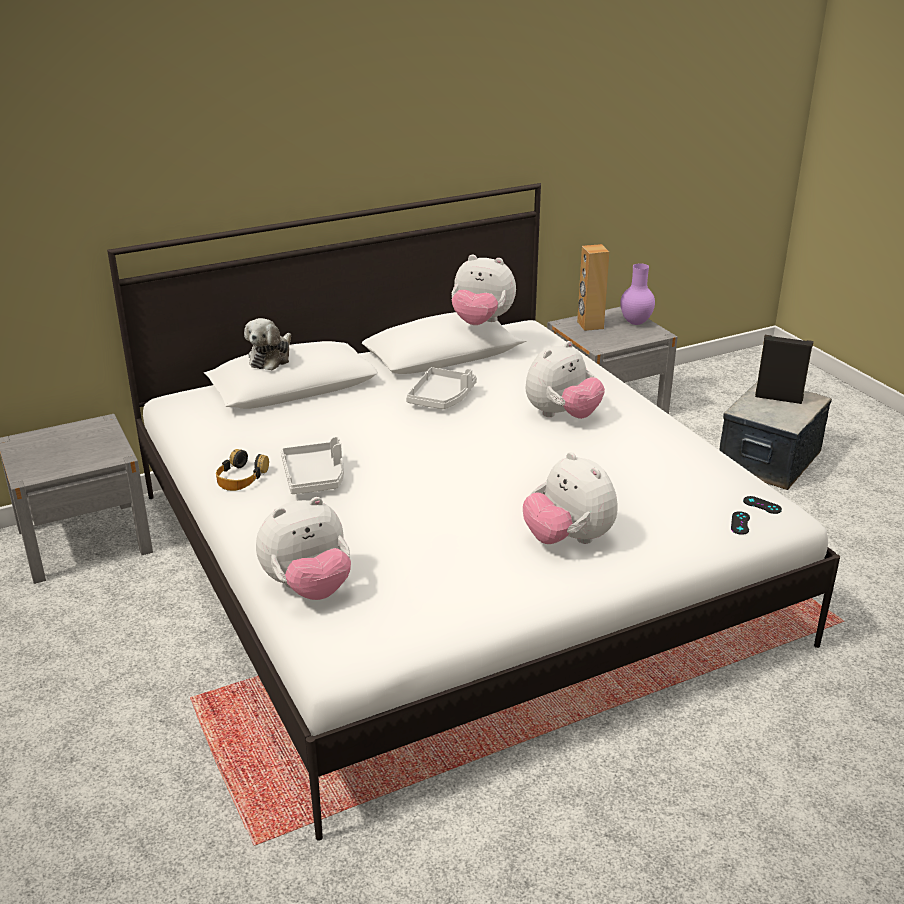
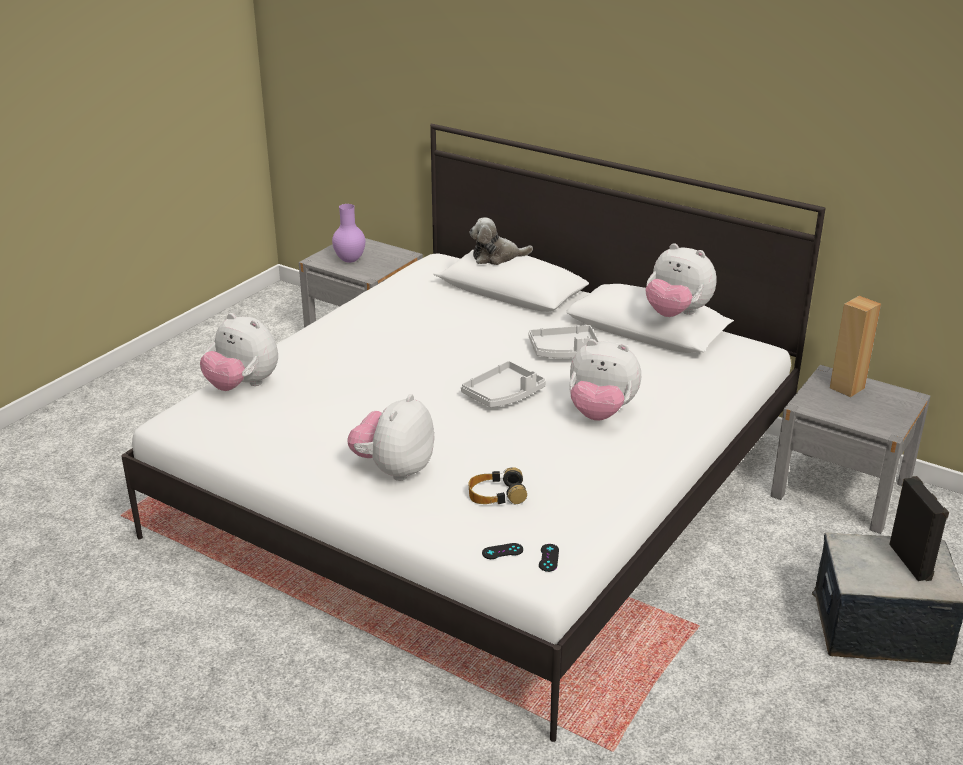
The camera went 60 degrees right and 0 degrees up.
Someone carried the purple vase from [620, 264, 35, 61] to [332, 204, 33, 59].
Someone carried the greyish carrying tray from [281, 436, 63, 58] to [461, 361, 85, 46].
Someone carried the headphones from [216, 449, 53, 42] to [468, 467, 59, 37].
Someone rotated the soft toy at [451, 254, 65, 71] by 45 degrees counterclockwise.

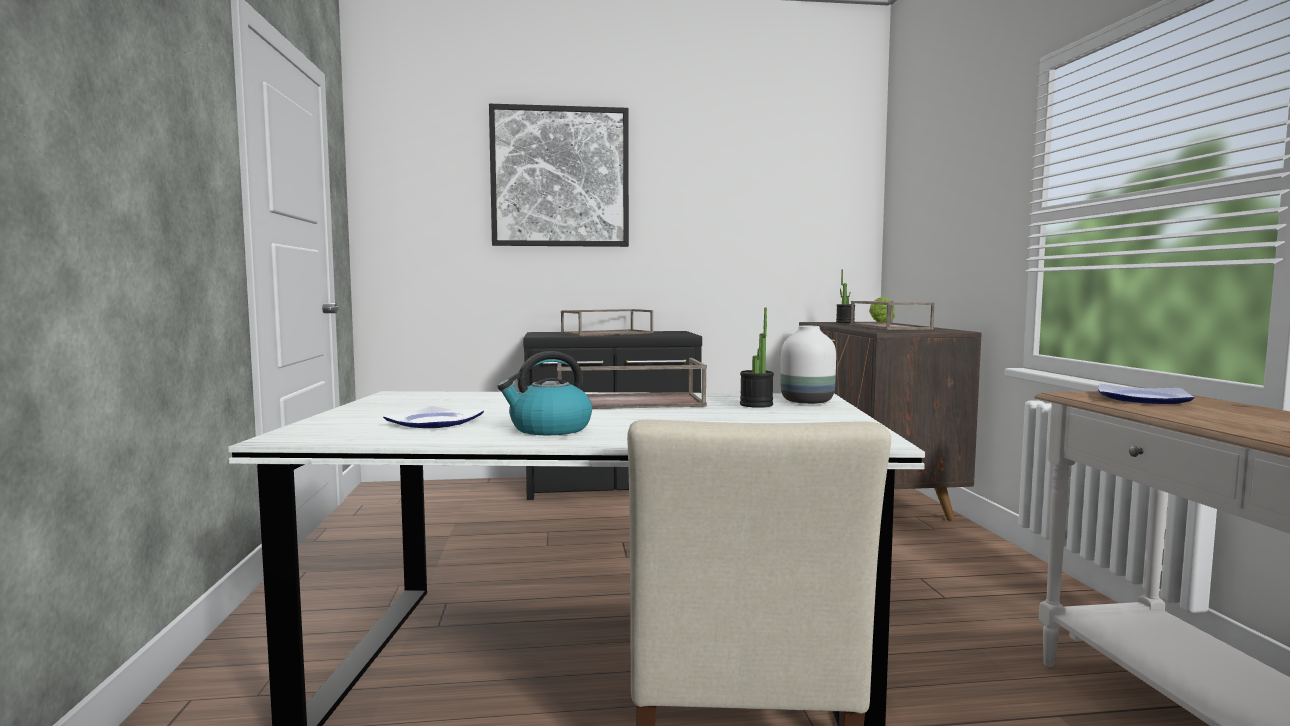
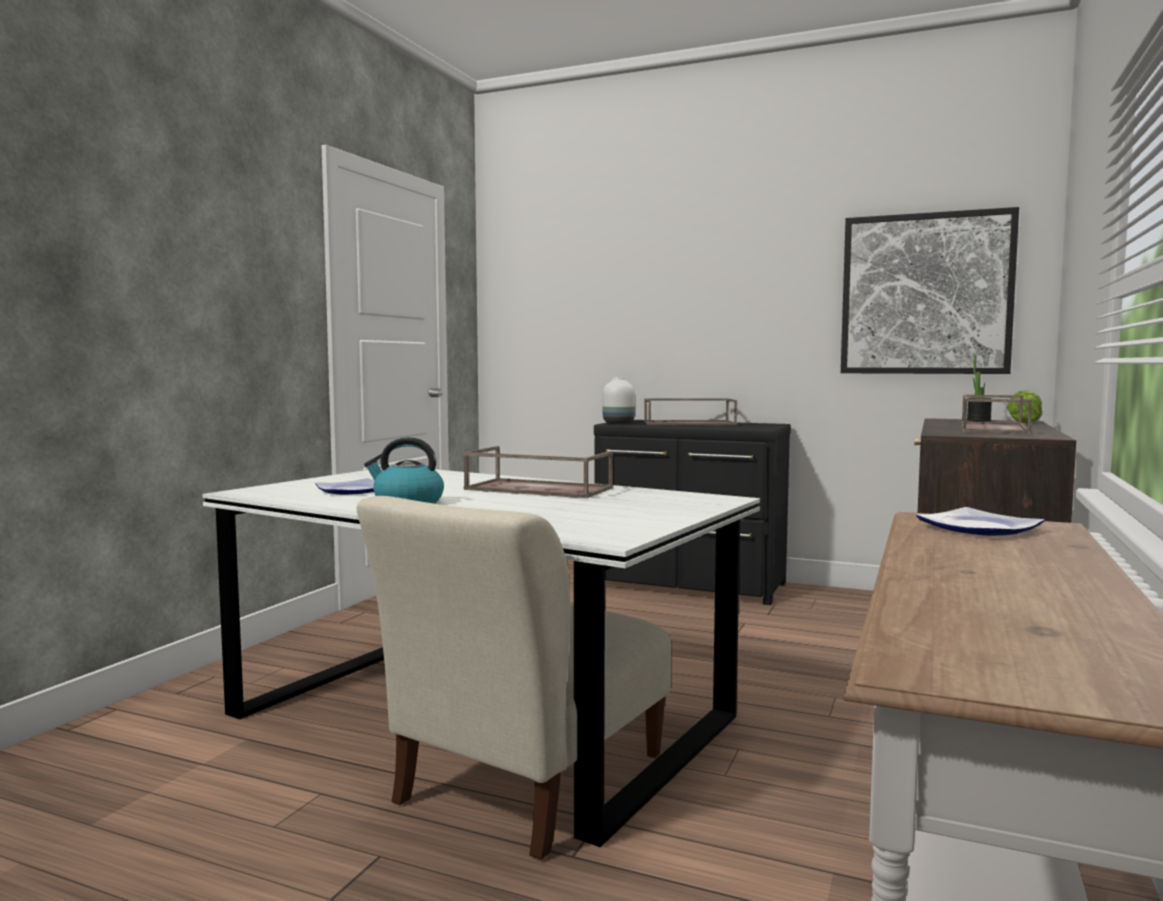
The camera went 30 degrees right and 0 degrees up.
Someone carried the white-coloured vase from [781, 326, 55, 78] to [603, 377, 32, 47].
Someone carried the wall picture from [489, 104, 140, 143] to [841, 207, 178, 167].
Someone took away the plant in a pot at [740, 308, 34, 100].

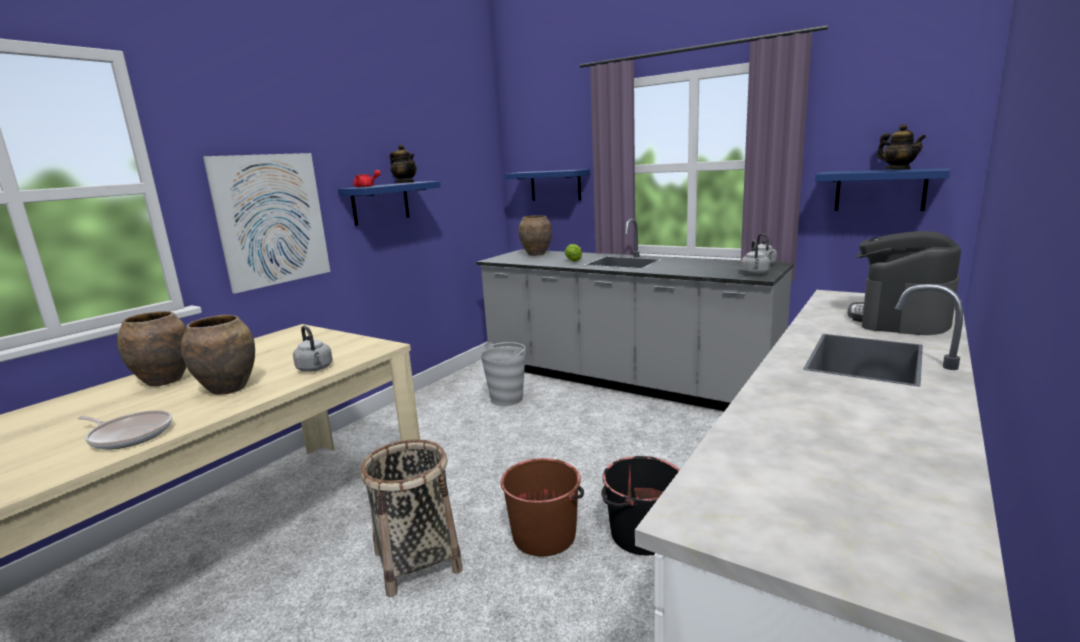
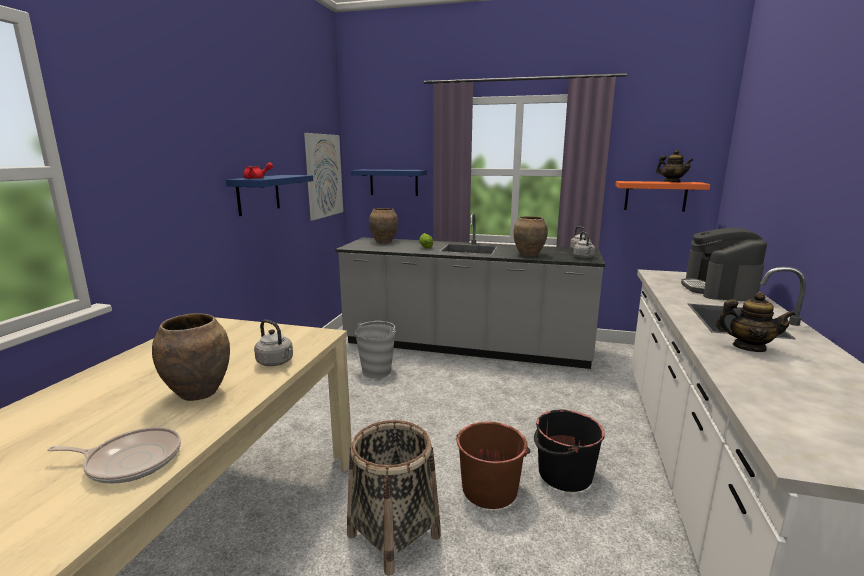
The camera went 20 degrees left and 0 degrees up.
Someone carried the wall picture from [203, 153, 128, 141] to [304, 133, 39, 88].
Someone carried the brownish vase from [117, 311, 69, 75] to [513, 216, 35, 41].
Someone repainted the blue bracket shelf at [815, 168, 135, 43], which became the orange bracket shelf at [615, 181, 95, 31].
Someone carried the tea pot from [390, 144, 27, 39] to [716, 292, 80, 60].

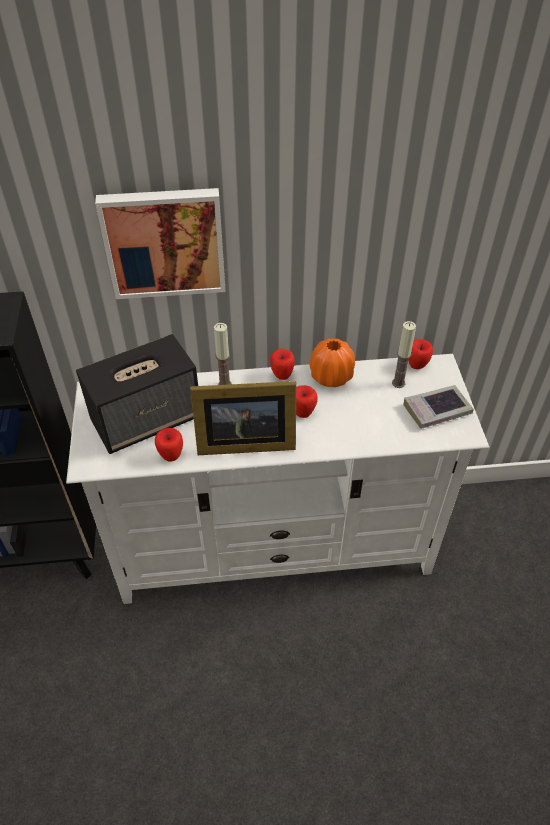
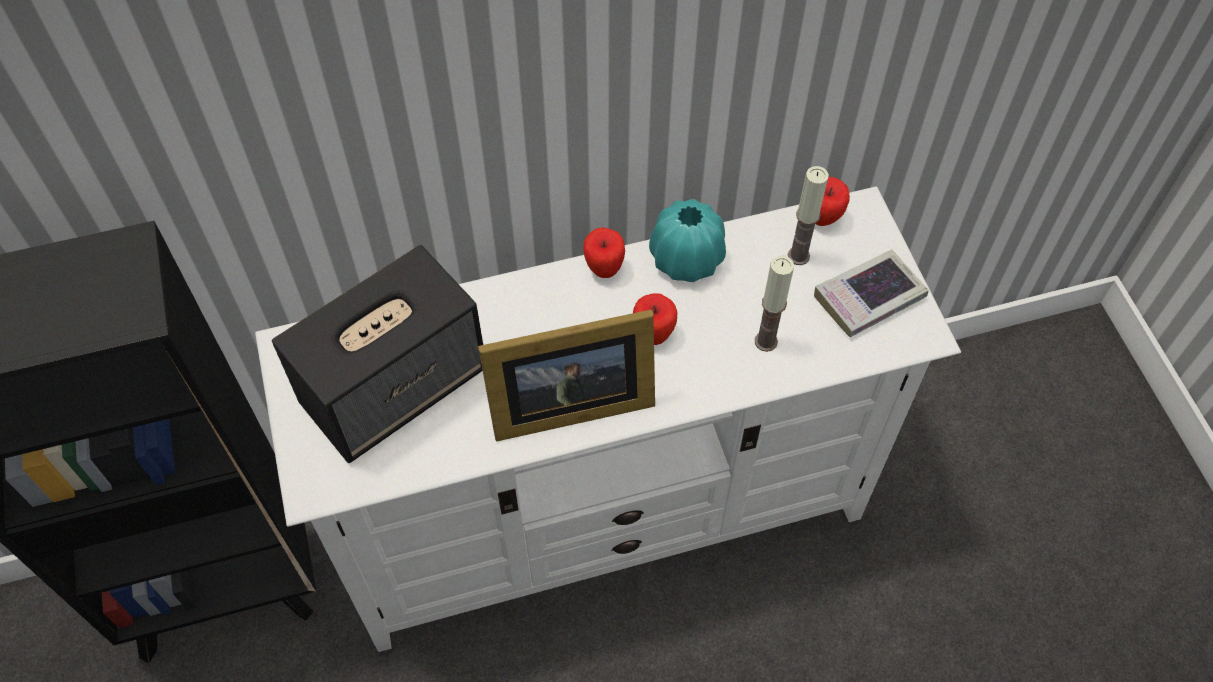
The camera went 10 degrees left and 10 degrees up.
Someone repainted the orange vase at [310, 338, 45, 49], which became the turquoise vase at [649, 199, 77, 83].
Someone carried the wax light from [214, 323, 18, 62] to [755, 256, 39, 96].
Someone took away the wall picture at [95, 188, 131, 111].
Someone took away the apple at [155, 428, 28, 34].

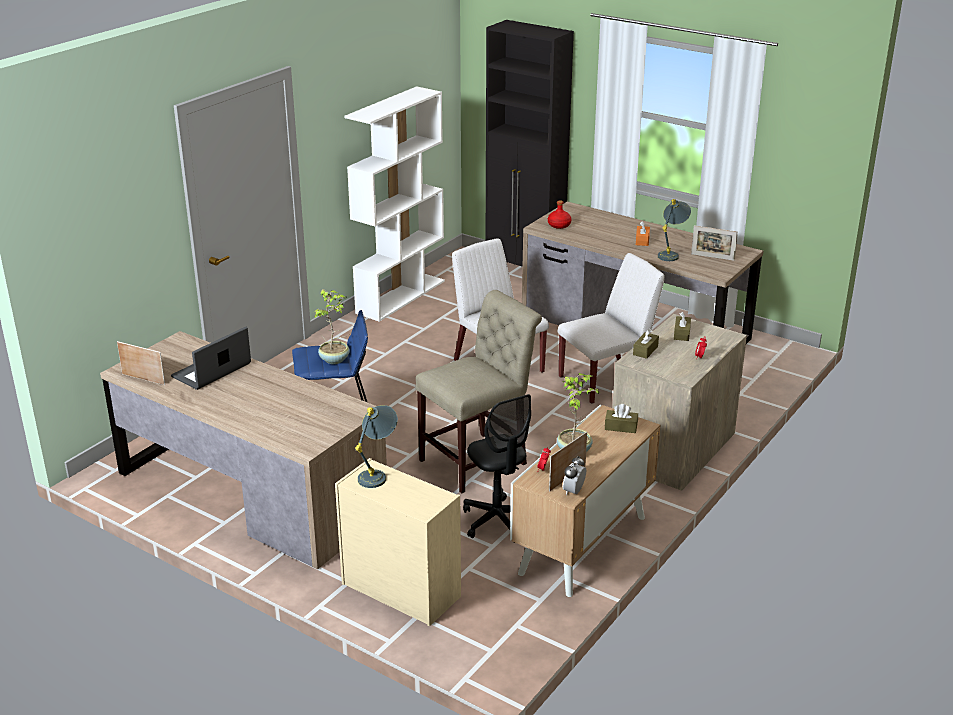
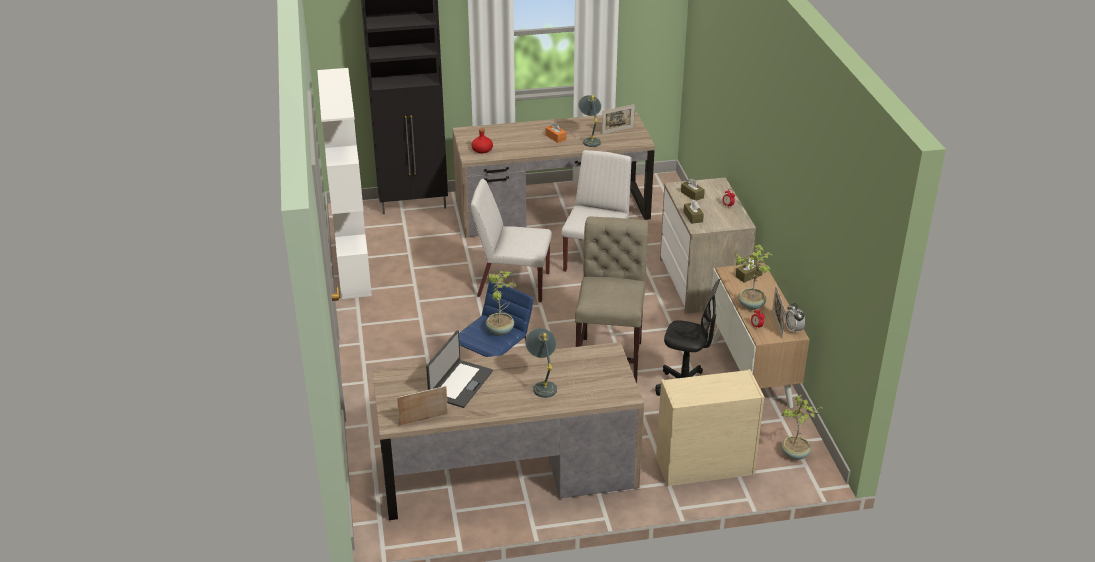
The camera went 45 degrees left and 5 degrees up.
Someone rotated the laptop at [171, 327, 80, 63] by 150 degrees counterclockwise.
Someone carried the greyish lamp for a table from [355, 405, 43, 83] to [525, 328, 32, 70].
Someone put down the plant in a pot at [782, 395, 40, 65].

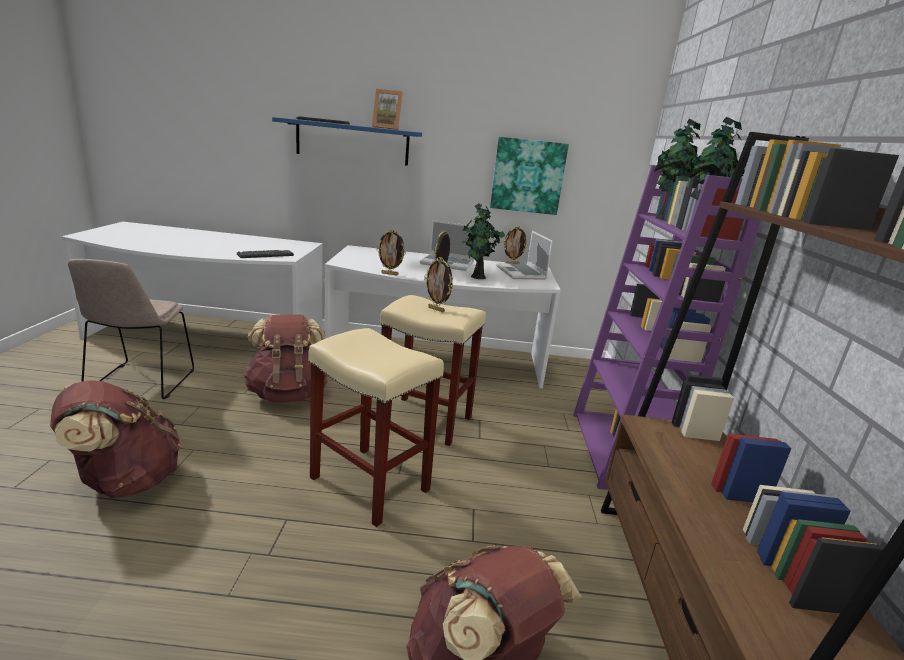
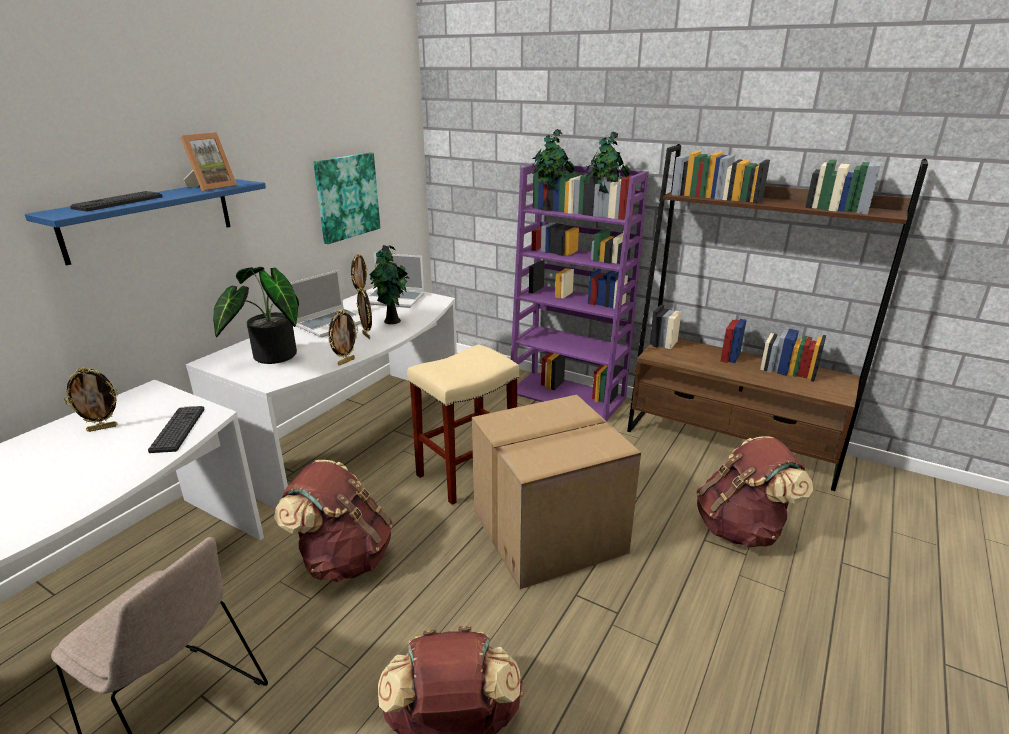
The camera went 60 degrees left and 5 degrees up.
Someone carried the picture frame from [424, 257, 29, 55] to [64, 367, 55, 65].
Someone put down the plant in a pot at [213, 267, 86, 97].
Someone swapped the beige stool seat at [308, 328, 136, 199] for the cardboard box at [472, 395, 169, 194].

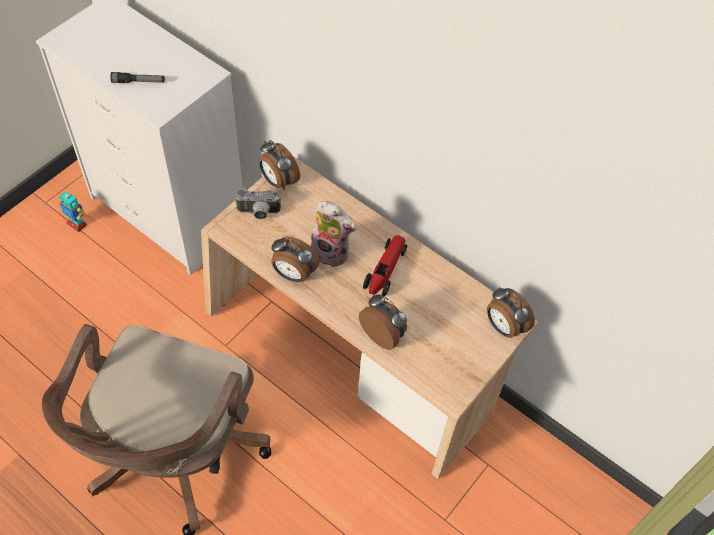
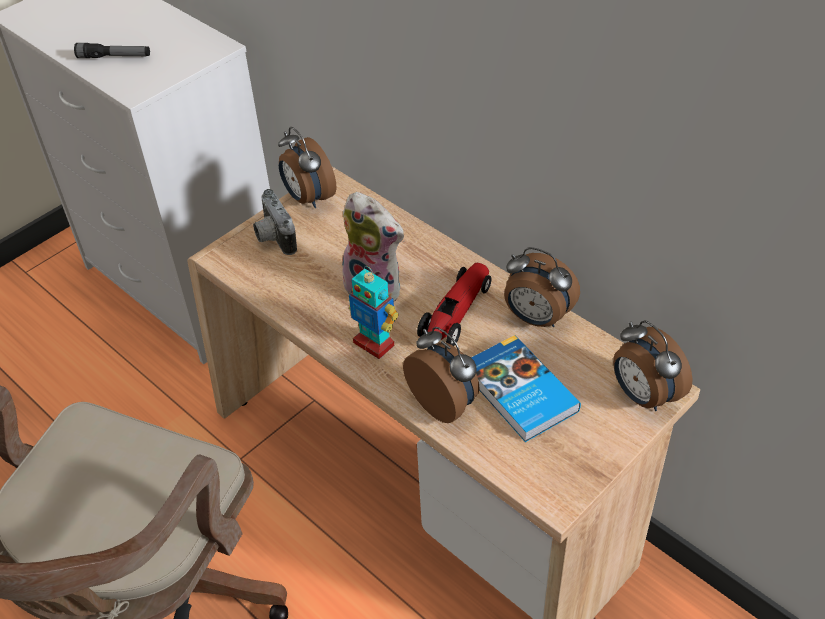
The camera went 10 degrees right and 10 degrees down.
Someone rotated the photo camera at [235, 190, 46, 29] by 60 degrees clockwise.
Someone carried the toy robot from [59, 191, 28, 41] to [349, 266, 50, 93].
Someone put down the book at [471, 335, 110, 107].
Someone carried the bedside clock from [271, 237, 49, 45] to [504, 247, 76, 80].

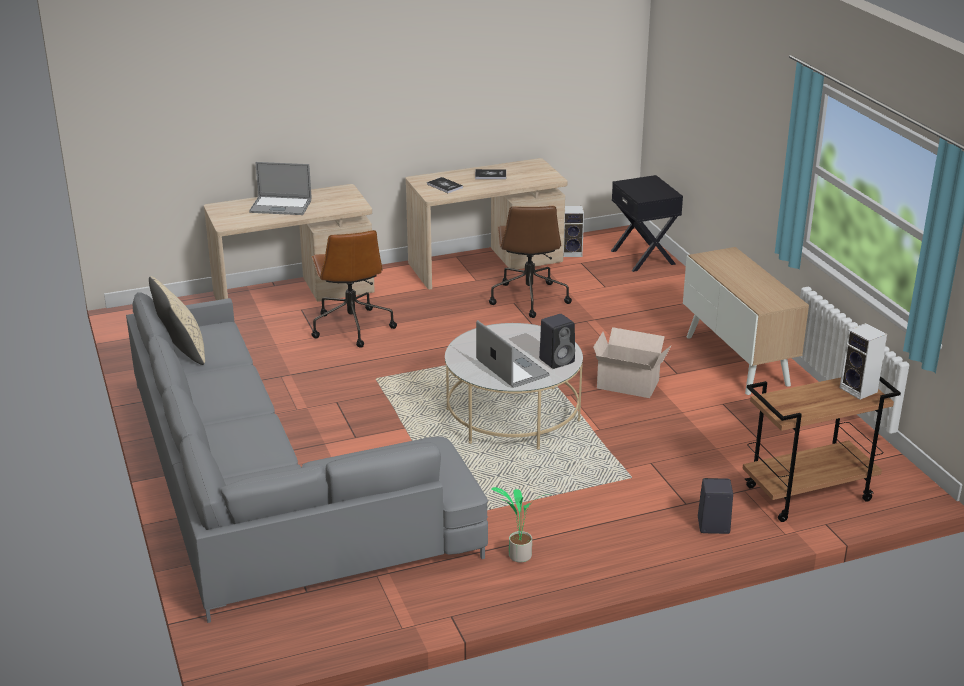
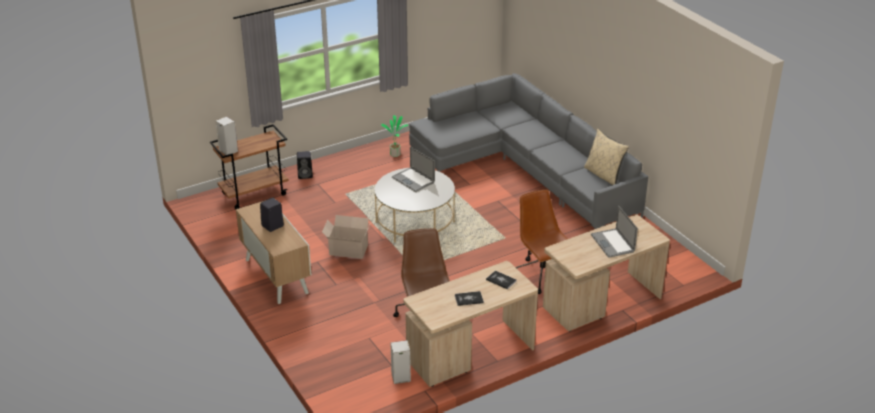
The camera went 170 degrees right and 5 degrees up.
Someone carried the blackish loudspeaker from [539, 314, 36, 55] to [260, 198, 24, 34].
Someone rotated the laptop at [249, 162, 63, 53] by 105 degrees counterclockwise.
Someone took away the blackish nightstand at [611, 175, 72, 97].

